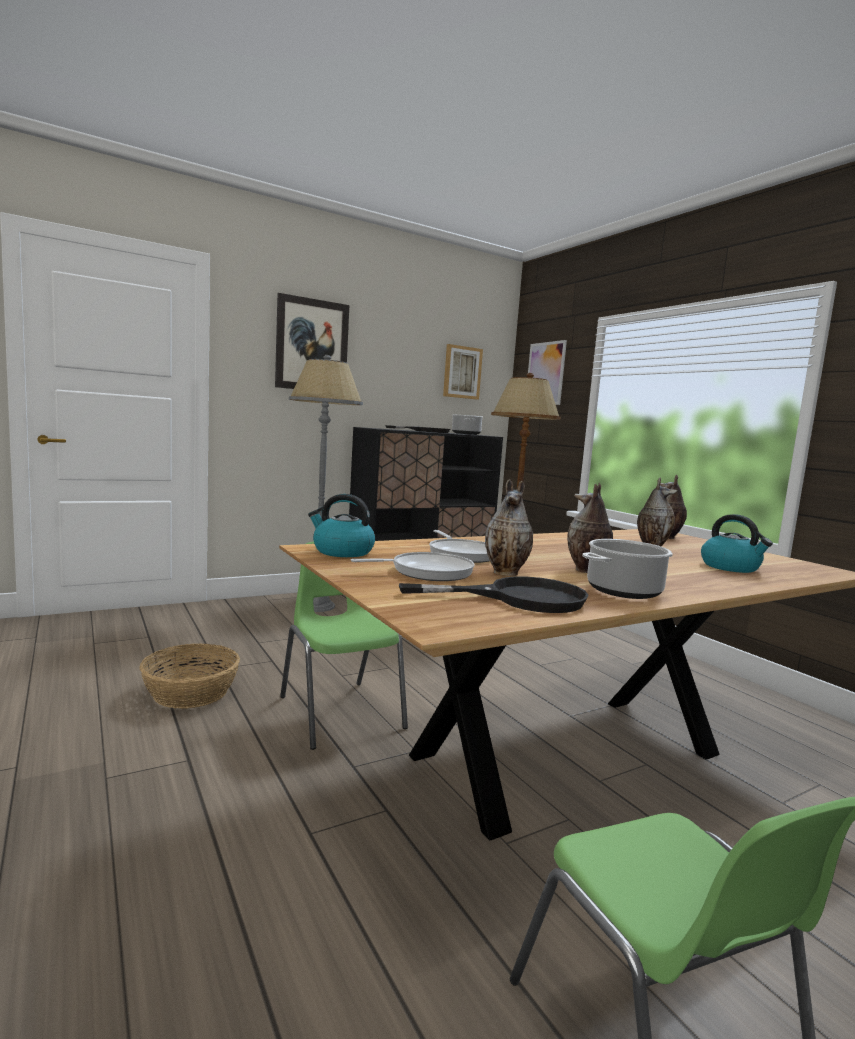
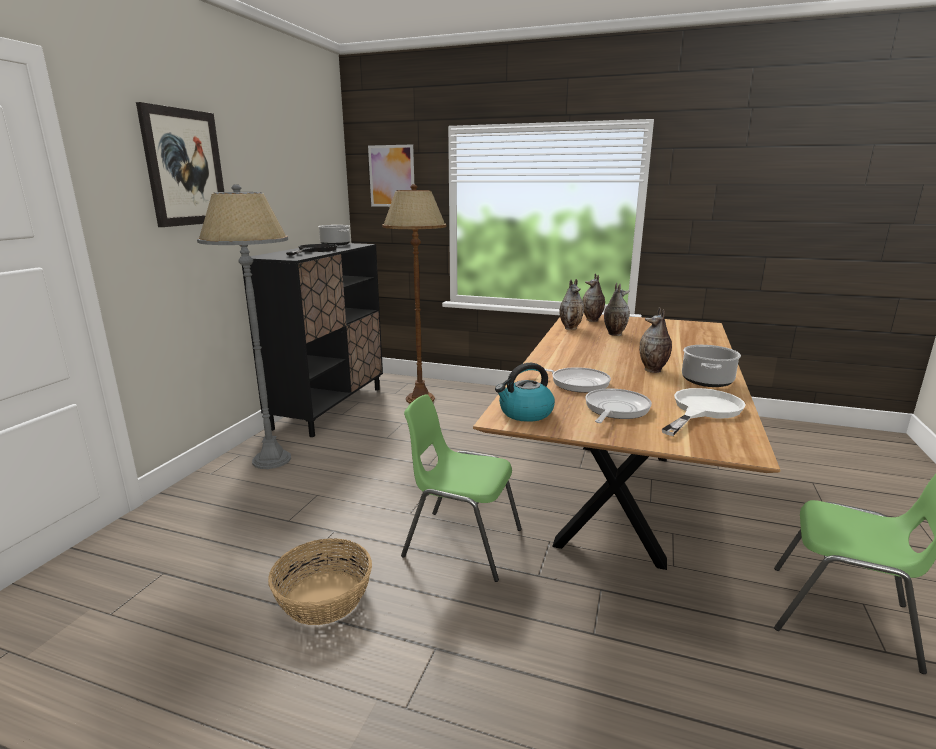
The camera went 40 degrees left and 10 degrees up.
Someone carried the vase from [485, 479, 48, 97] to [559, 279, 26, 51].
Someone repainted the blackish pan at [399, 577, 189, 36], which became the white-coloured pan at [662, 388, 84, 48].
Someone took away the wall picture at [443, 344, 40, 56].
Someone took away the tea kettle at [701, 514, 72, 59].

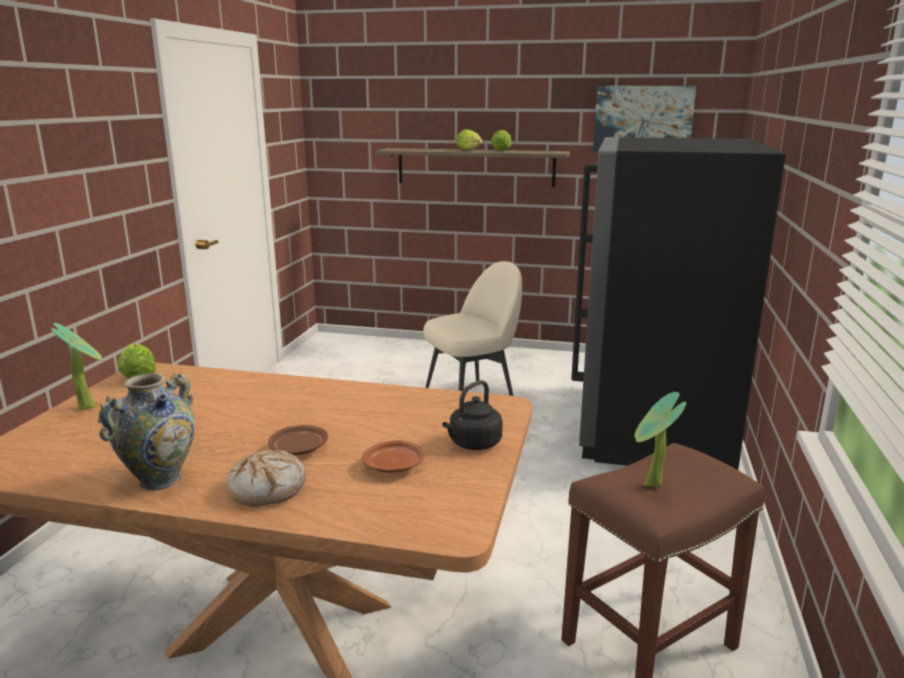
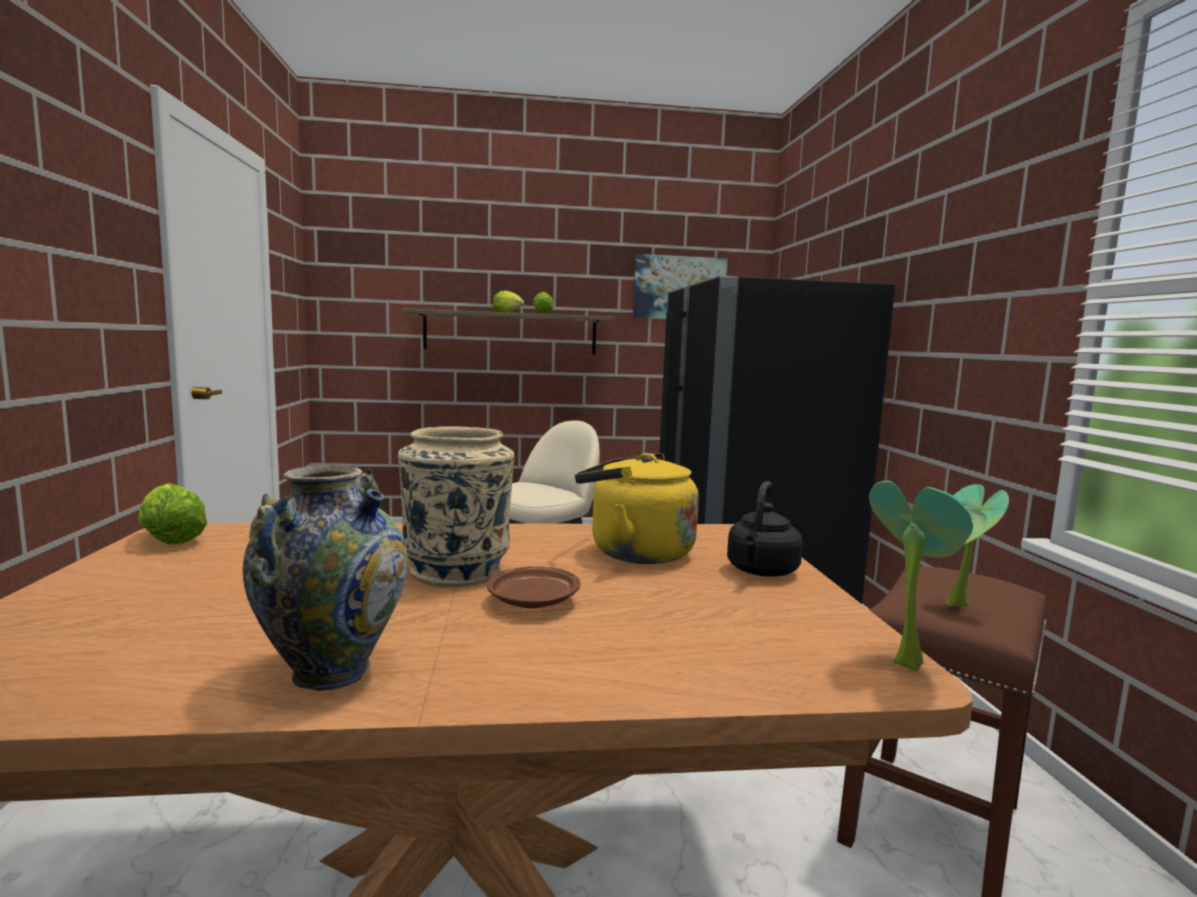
The camera went 20 degrees left and 10 degrees down.
Someone put down the beige vase at [398, 426, 116, 161].
Someone put down the yellowish tea kettle at [575, 453, 124, 111].
Someone carried the plant in a pot from [51, 323, 51, 87] to [869, 481, 104, 190].
Someone took away the bread at [226, 450, 80, 57].
Someone took away the brownish flat dish at [362, 440, 63, 33].

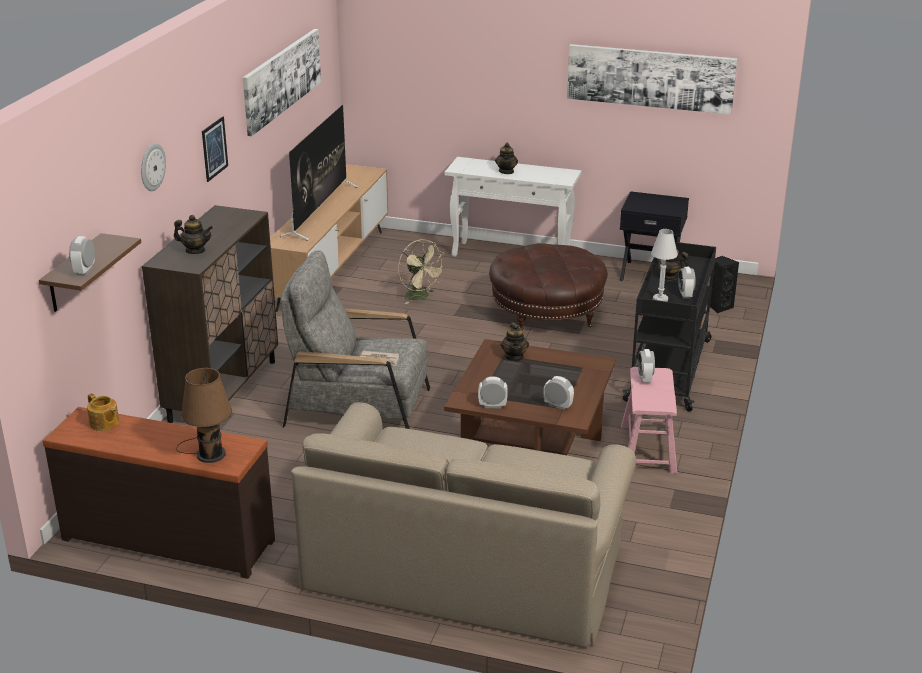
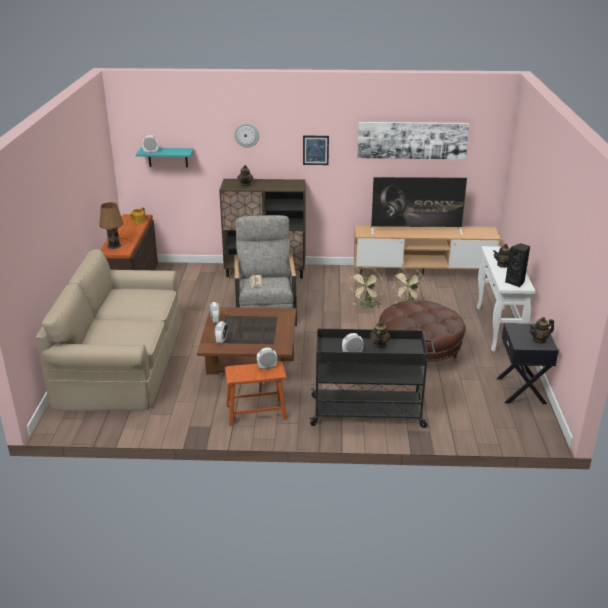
The camera went 75 degrees right and 0 degrees up.
Someone repainted the brownish bracket shelf at [39, 233, 102, 79], which became the turquoise bracket shelf at [136, 148, 58, 19].
Someone repainted the pink stool seat at [621, 367, 56, 107], which became the brownish stool seat at [225, 361, 62, 65].
Someone put down the beige cooling fan at [350, 268, 34, 40].
Someone carried the blackish loudspeaker from [707, 256, 32, 57] to [505, 243, 25, 44].
Someone carried the tea pot from [501, 323, 28, 38] to [529, 317, 25, 27].
Someone took away the wall picture at [567, 44, 170, 70].
Someone took away the white-coloured lamp for a table at [651, 229, 27, 73].

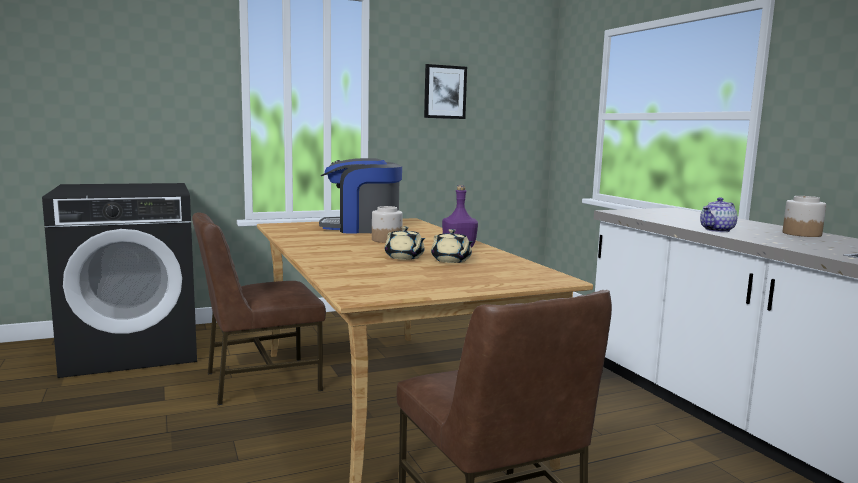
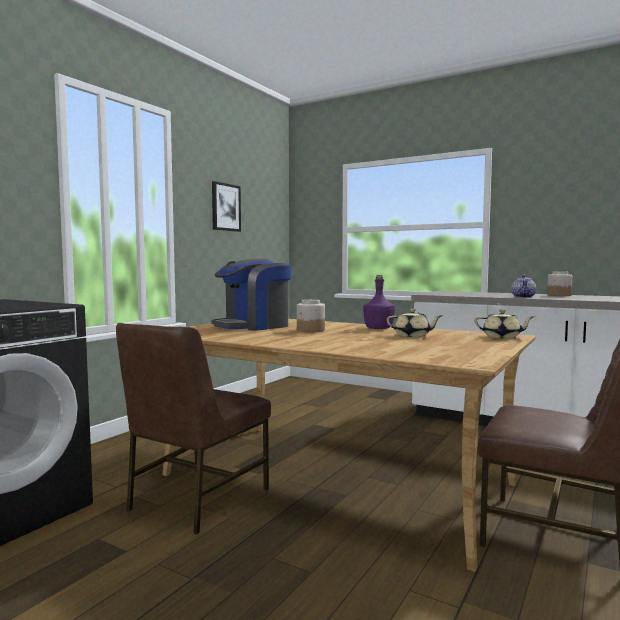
The camera went 35 degrees left and 5 degrees down.
Someone carried the beige tea pot from [385, 226, 41, 34] to [474, 310, 61, 28].

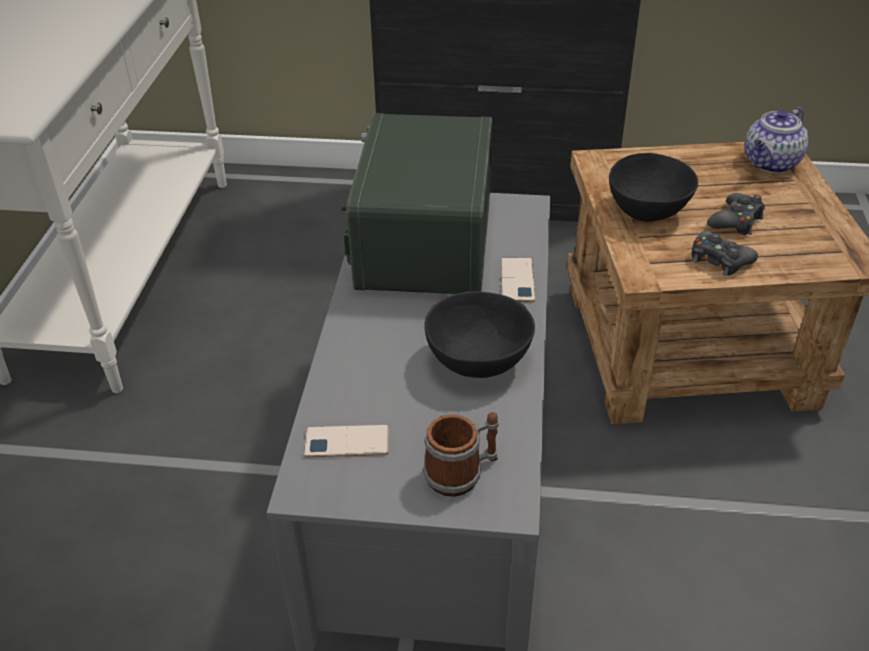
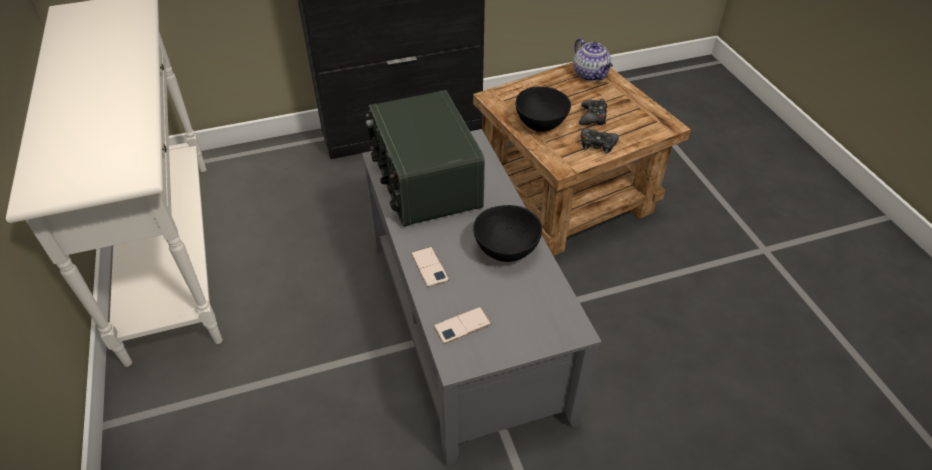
The camera went 25 degrees left and 5 degrees up.
Someone carried the phone from [501, 258, 34, 44] to [411, 247, 38, 40].
Someone rotated the tea pot at [745, 107, 63, 66] by 45 degrees counterclockwise.
Someone took away the coffee mug at [423, 412, 76, 85].

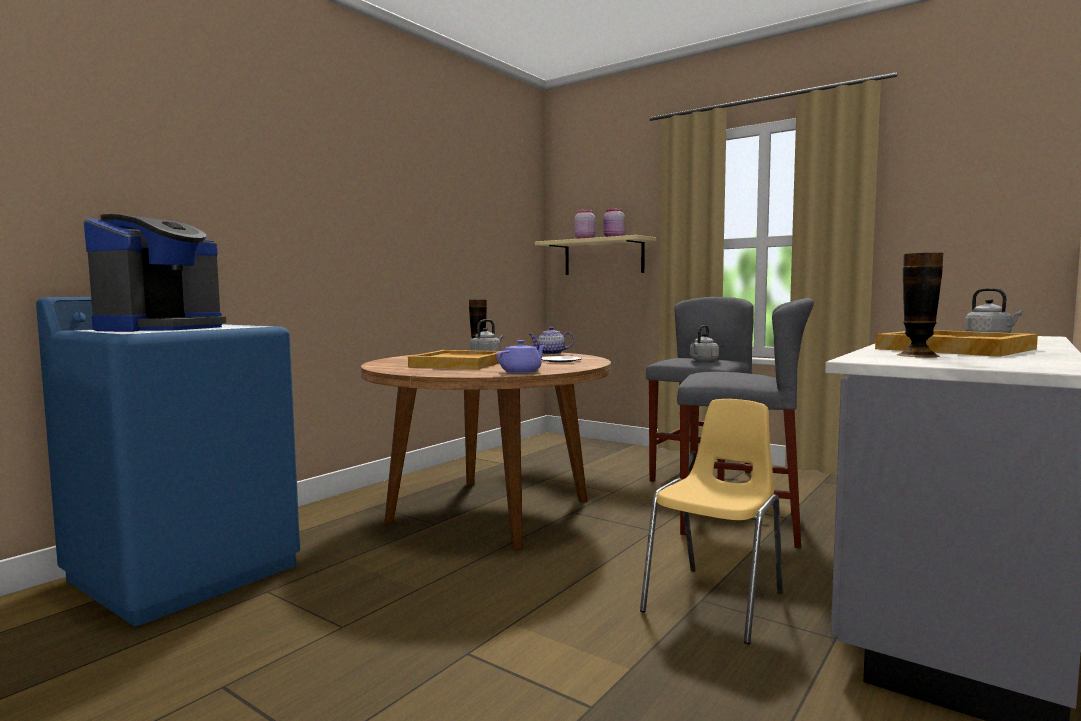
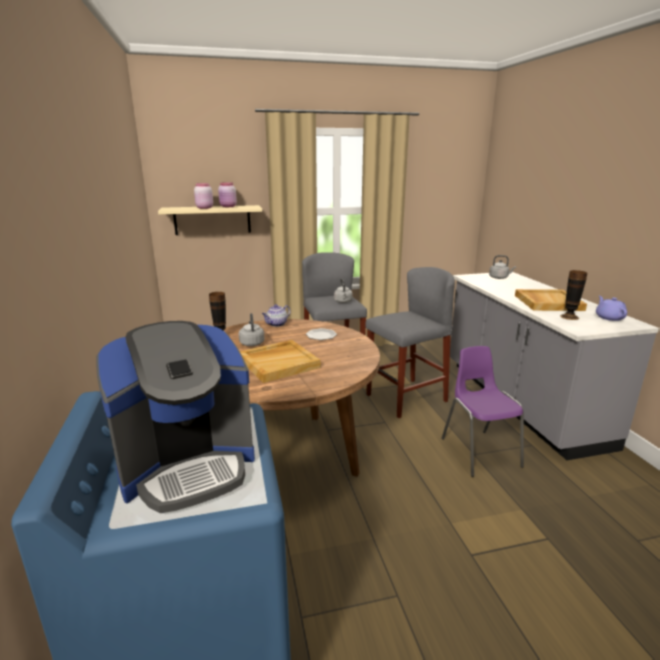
The camera went 50 degrees left and 15 degrees up.
Someone rotated the coffee brewer at [84, 214, 142, 118] by 90 degrees clockwise.
Someone repainted the yellowish upright chair at [640, 399, 143, 245], which became the purple upright chair at [441, 346, 83, 131].
Someone carried the purple tea pot from [496, 340, 50, 33] to [596, 296, 31, 25].

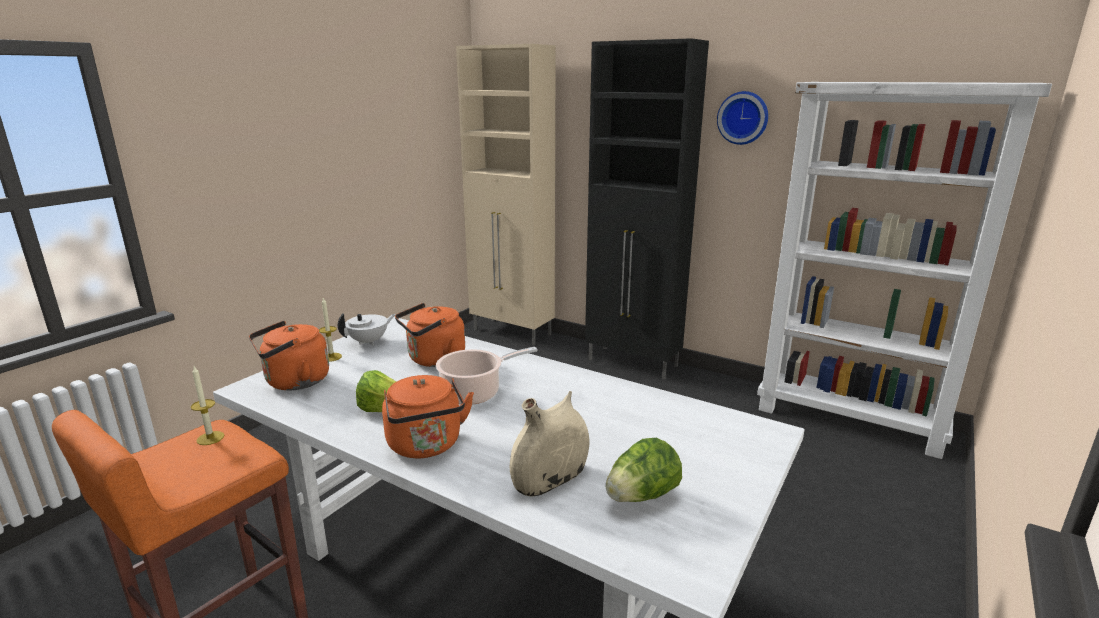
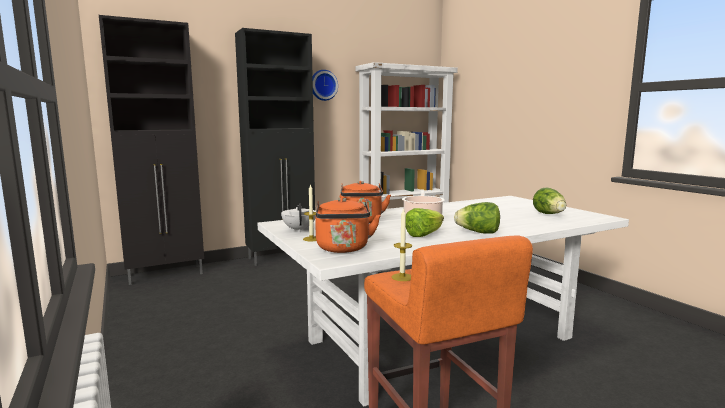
The camera went 60 degrees left and 10 degrees down.
Someone repainted the beige storage cabinet at [456, 44, 100, 301], which became the blackish storage cabinet at [99, 15, 105, 270].
Someone swapped the orange tea kettle at [382, 375, 92, 83] for the head of lettuce at [454, 202, 46, 32].
Someone took away the beige vase at [510, 391, 79, 105].

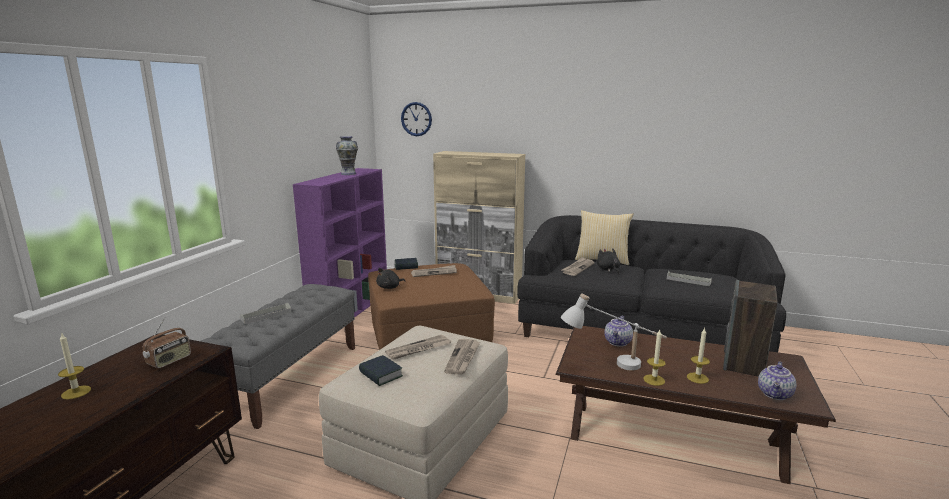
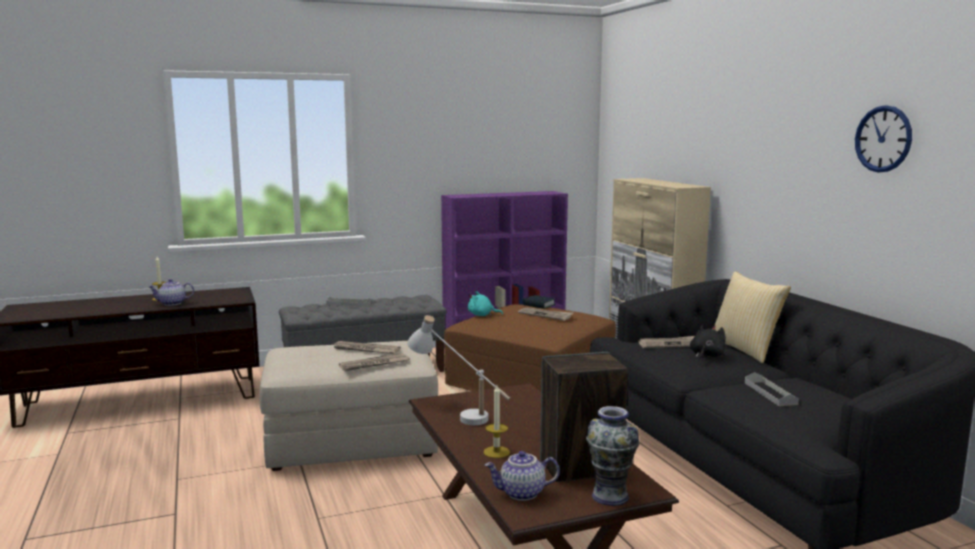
The camera went 50 degrees right and 5 degrees down.
Someone carried the tea pot from [604, 316, 29, 31] to [149, 279, 45, 27].
Someone repainted the blackish soft toy at [376, 268, 29, 21], which became the turquoise soft toy at [468, 291, 35, 25].
Someone carried the vase from [336, 136, 22, 39] to [586, 406, 53, 100].
Someone carried the wall clock from [401, 102, 31, 34] to [855, 105, 57, 67].
Someone took away the radio receiver at [143, 317, 48, 52].
Someone took away the book at [359, 355, 44, 31].
Someone took away the wax light at [643, 330, 23, 56].

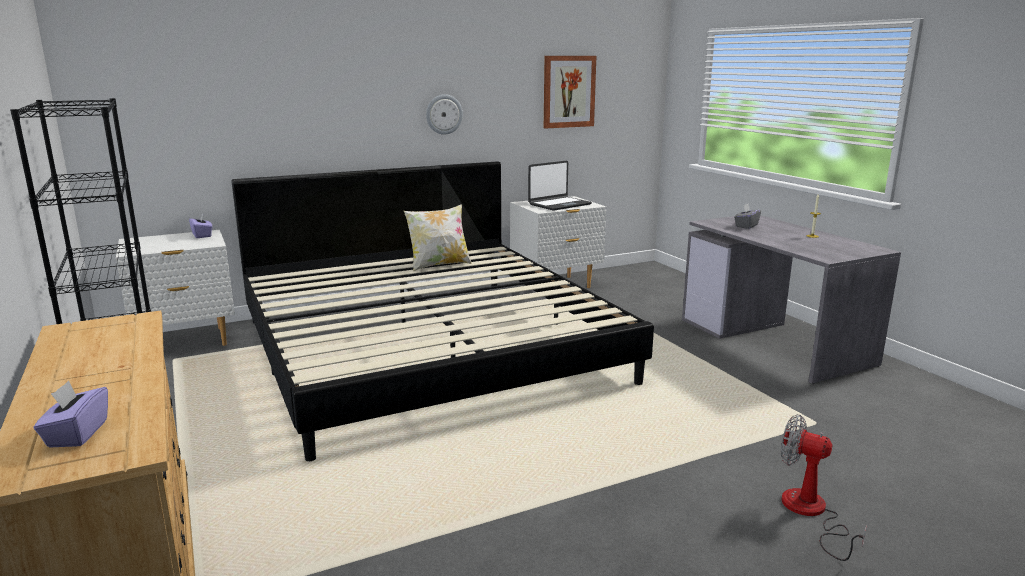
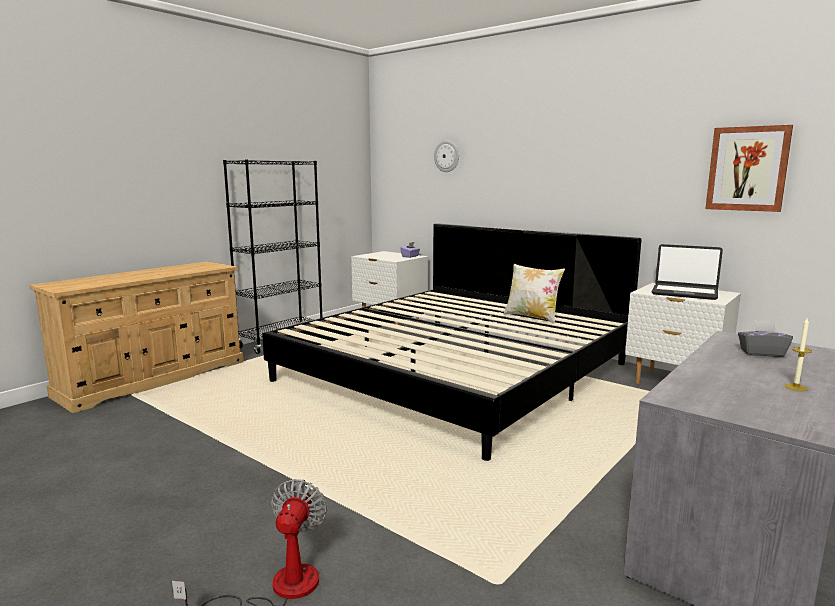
The camera went 65 degrees right and 5 degrees down.
Someone carried the wall clock from [426, 94, 37, 41] to [434, 140, 25, 32].
Someone took away the purple box of tissues at [33, 381, 75, 67].

